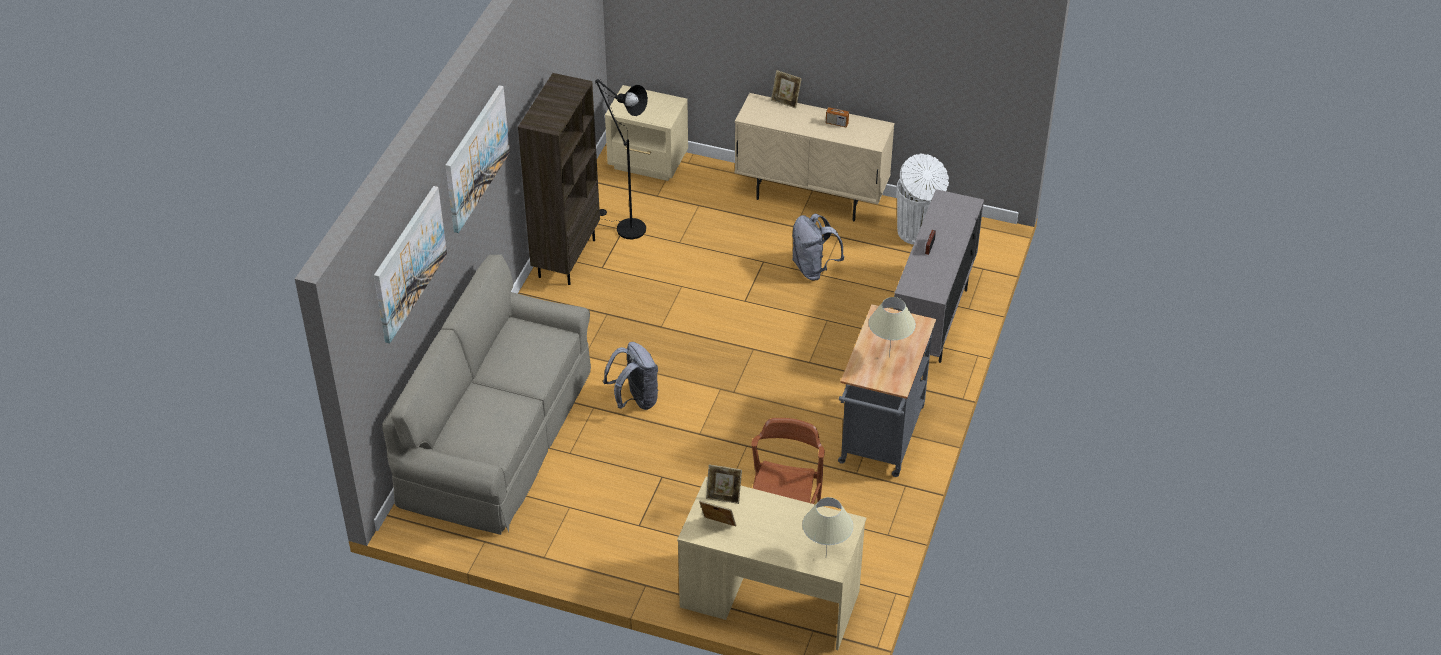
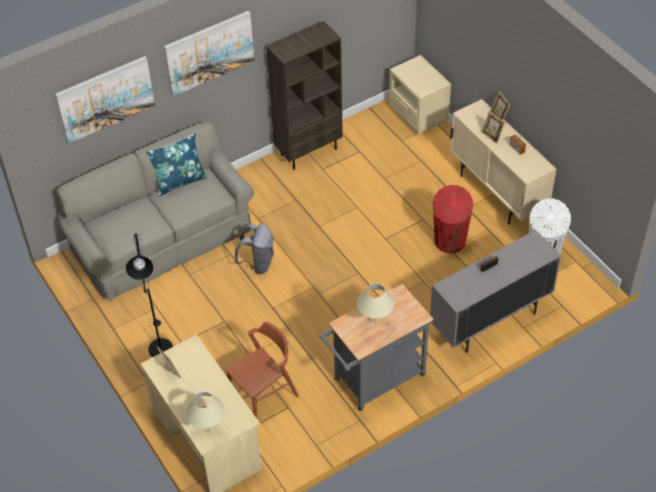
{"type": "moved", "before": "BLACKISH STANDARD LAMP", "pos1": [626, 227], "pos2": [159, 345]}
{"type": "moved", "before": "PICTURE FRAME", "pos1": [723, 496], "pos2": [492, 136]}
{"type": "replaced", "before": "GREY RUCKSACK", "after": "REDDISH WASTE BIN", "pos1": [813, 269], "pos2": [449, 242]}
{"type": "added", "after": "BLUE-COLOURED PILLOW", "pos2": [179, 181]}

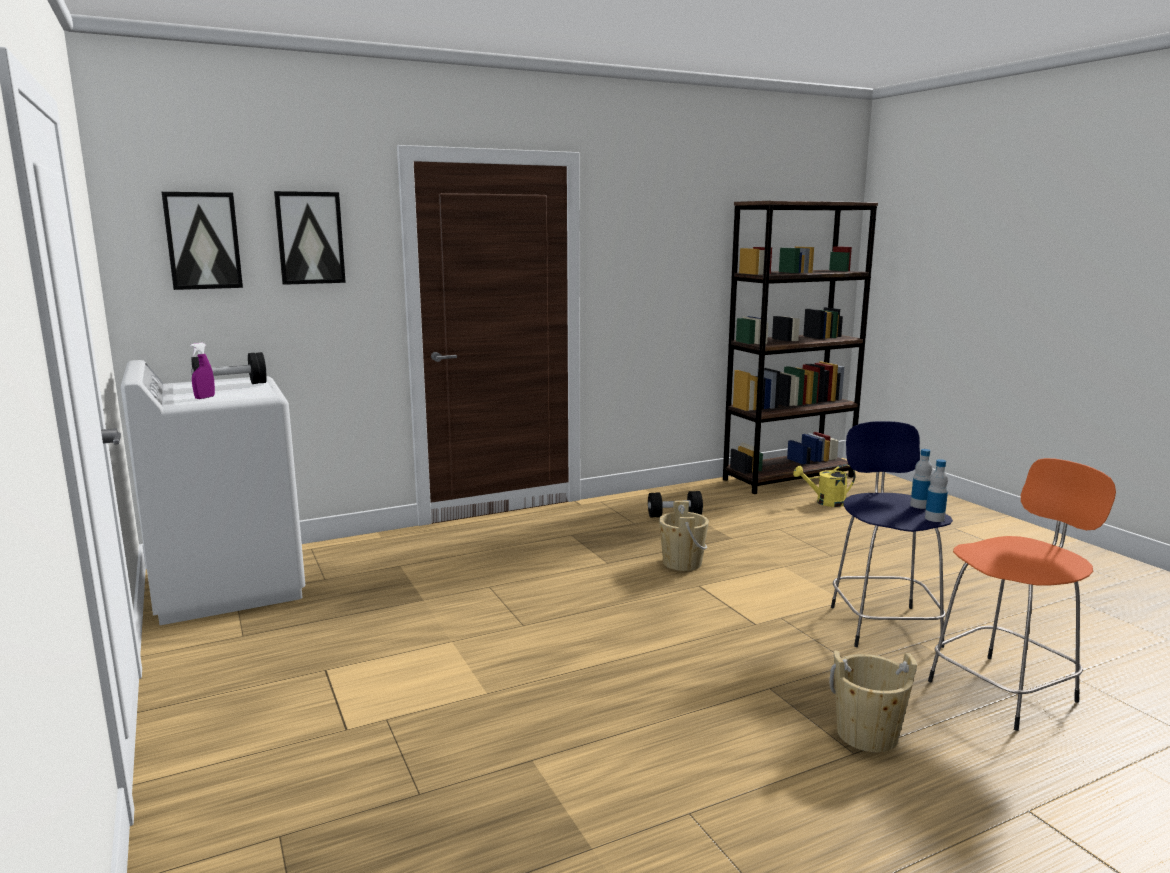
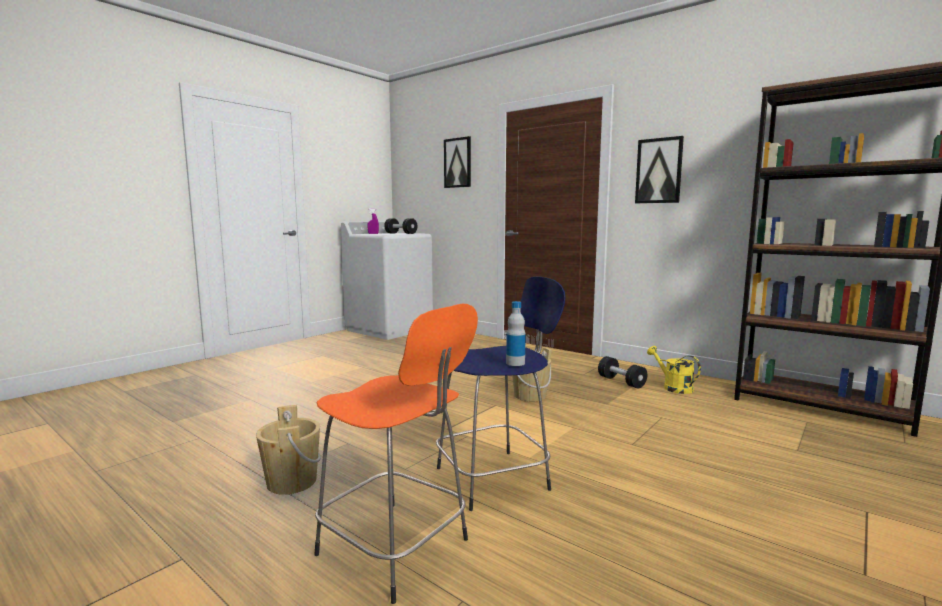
{"type": "moved", "before": "PICTURE", "pos1": [203, 241], "pos2": [659, 171]}
{"type": "moved", "before": "YELLOW SPRINKLING CAN", "pos1": [825, 502], "pos2": [673, 387]}
{"type": "removed", "before": "DRINK BOTTLE", "pos1": [934, 518]}

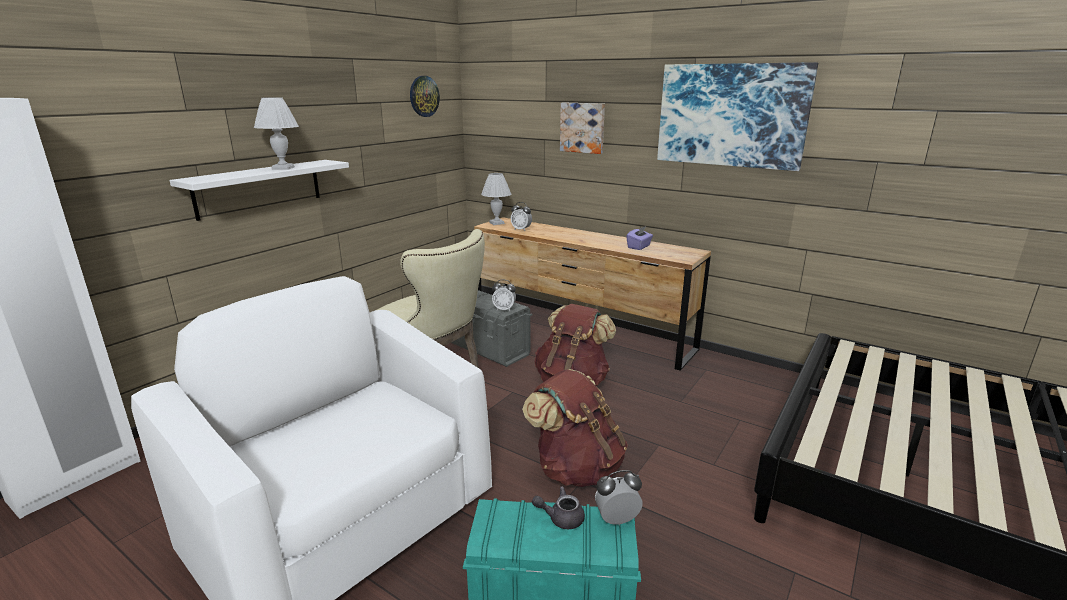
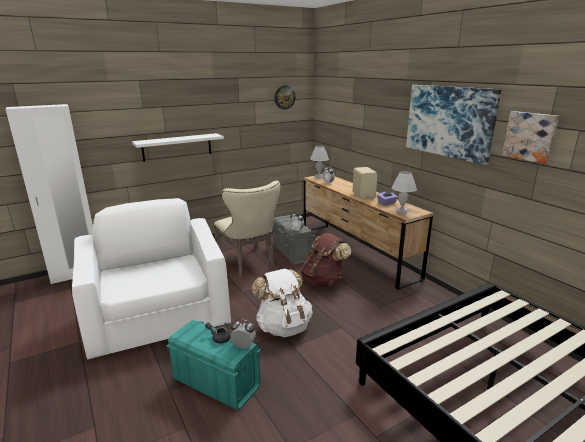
{"type": "moved", "before": "WHITE LAMP FOR A TABLE", "pos1": [284, 168], "pos2": [402, 211]}
{"type": "recoloured", "before": "BROWNISH RUCKSACK", "after": "WHITE RUCKSACK", "pos1": [576, 468], "pos2": [283, 327]}
{"type": "moved", "before": "PICTURE", "pos1": [583, 127], "pos2": [530, 136]}
{"type": "added", "after": "BEIGE-COLOURED SPEAKER", "pos2": [364, 195]}

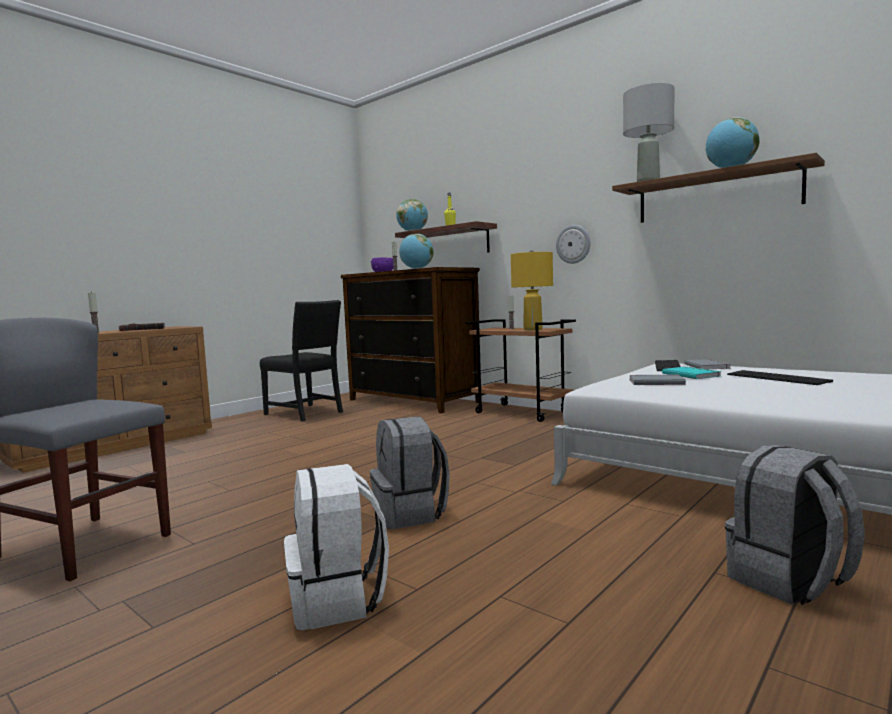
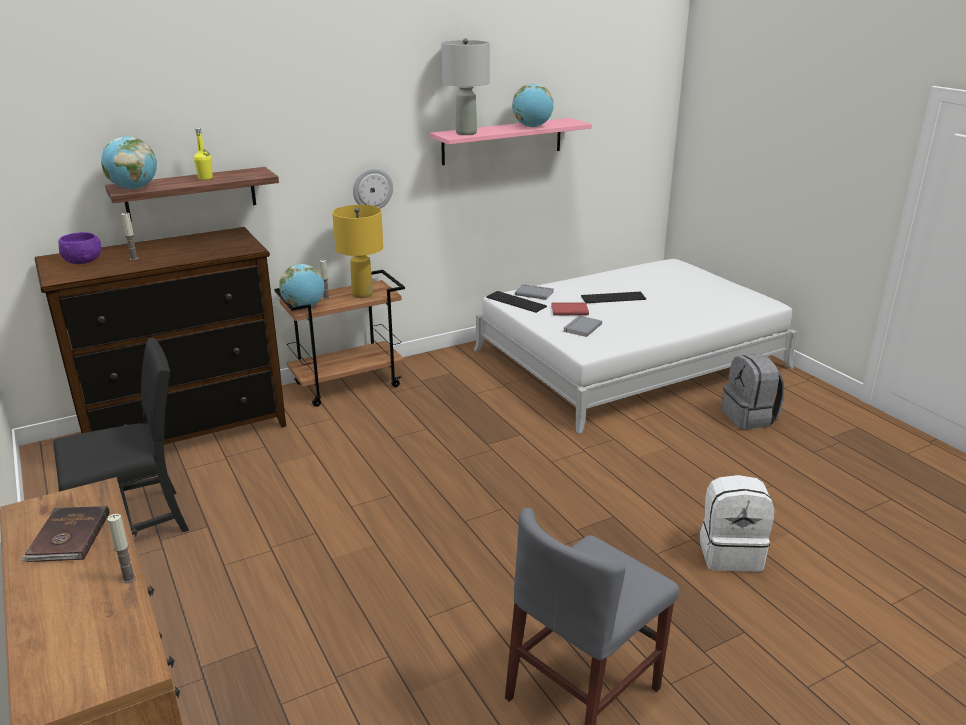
{"type": "removed", "before": "GREY RUCKSACK", "pos1": [410, 514]}
{"type": "moved", "before": "DESK GLOBE", "pos1": [417, 269], "pos2": [304, 307]}
{"type": "recoloured", "before": "BROWNISH BRACKET SHELF", "after": "PINK BRACKET SHELF", "pos1": [716, 195], "pos2": [502, 141]}
{"type": "recoloured", "before": "BLUE-GREEN BOUND BOOK", "after": "REDDISH BOUND BOOK", "pos1": [692, 375], "pos2": [569, 310]}

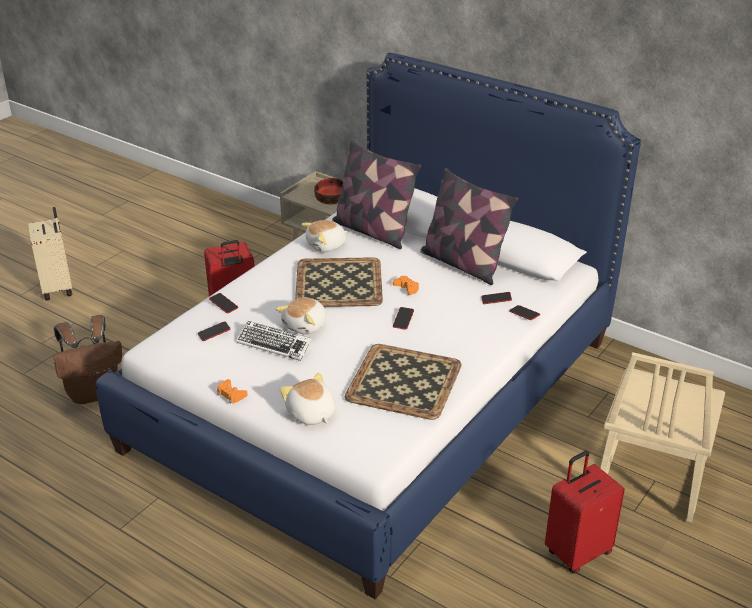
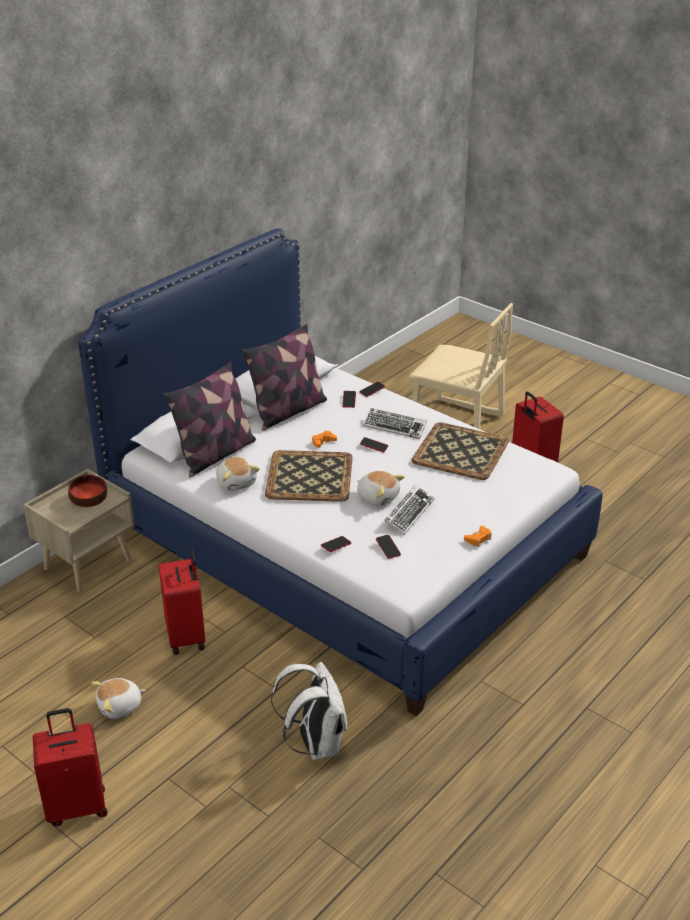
{"type": "recoloured", "before": "BEIGE-COLOURED TRAVEL CASE", "after": "REDDISH TRAVEL CASE", "pos1": [58, 288], "pos2": [77, 806]}
{"type": "recoloured", "before": "BROWNISH RUCKSACK", "after": "WHITE RUCKSACK", "pos1": [94, 392], "pos2": [315, 743]}
{"type": "moved", "before": "SOFT TOY", "pos1": [311, 414], "pos2": [120, 707]}
{"type": "added", "after": "COMPUTER KEYBOARD", "pos2": [395, 427]}

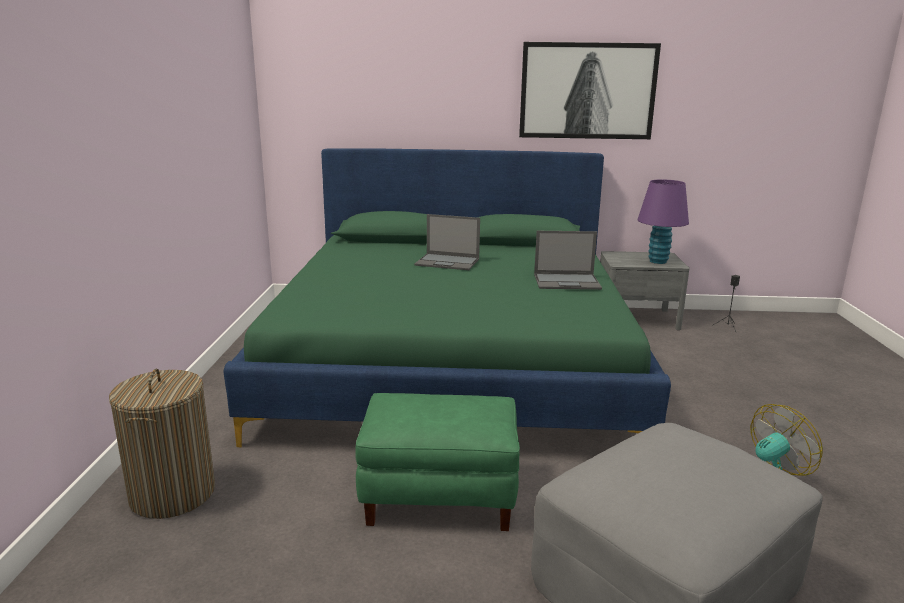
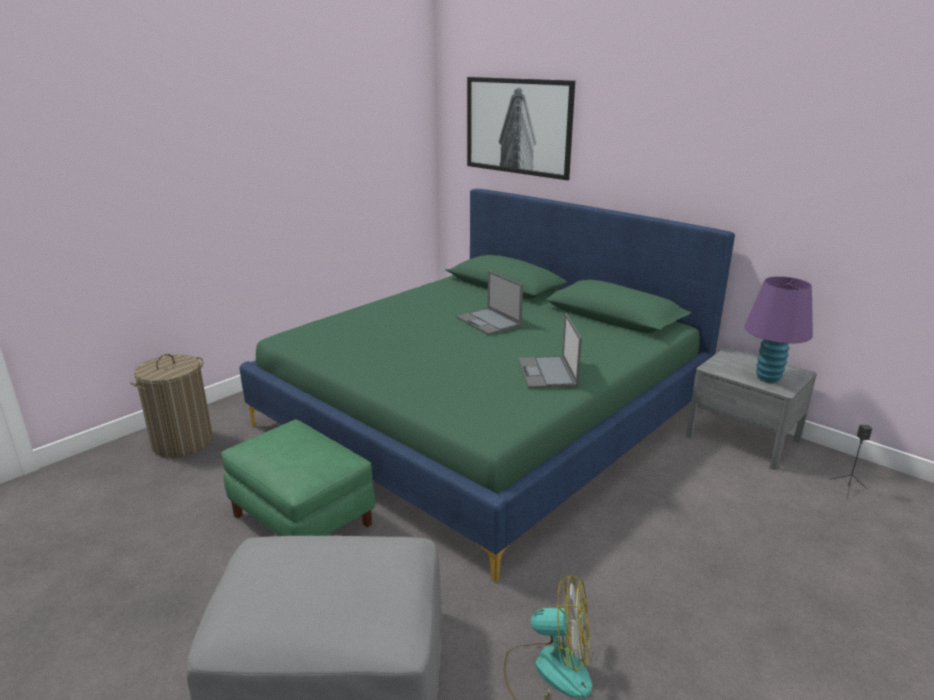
{"type": "moved", "before": "PICTURE", "pos1": [587, 91], "pos2": [517, 126]}
{"type": "turned", "before": "PORTABLE COMPUTER", "pos1": [567, 282], "pos2": [547, 373], "turn": 45}

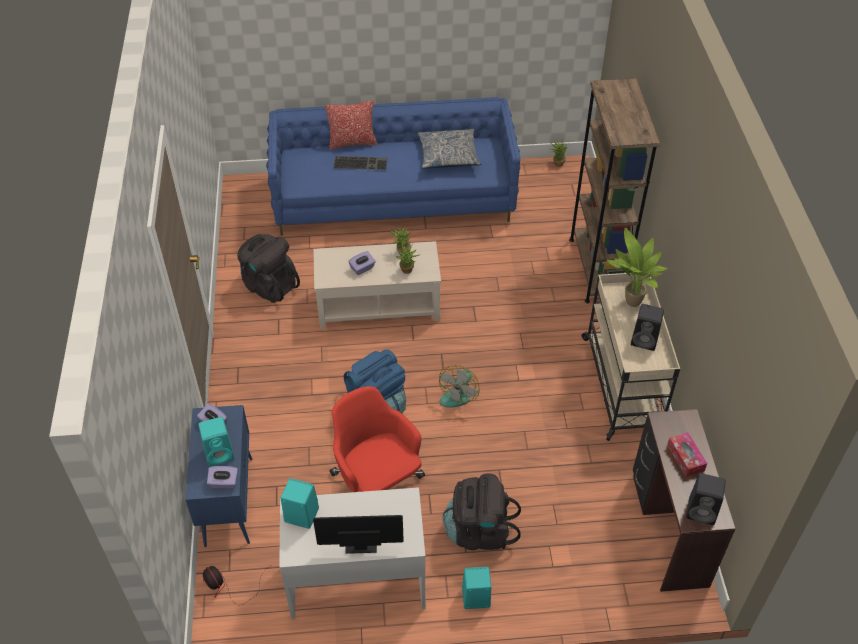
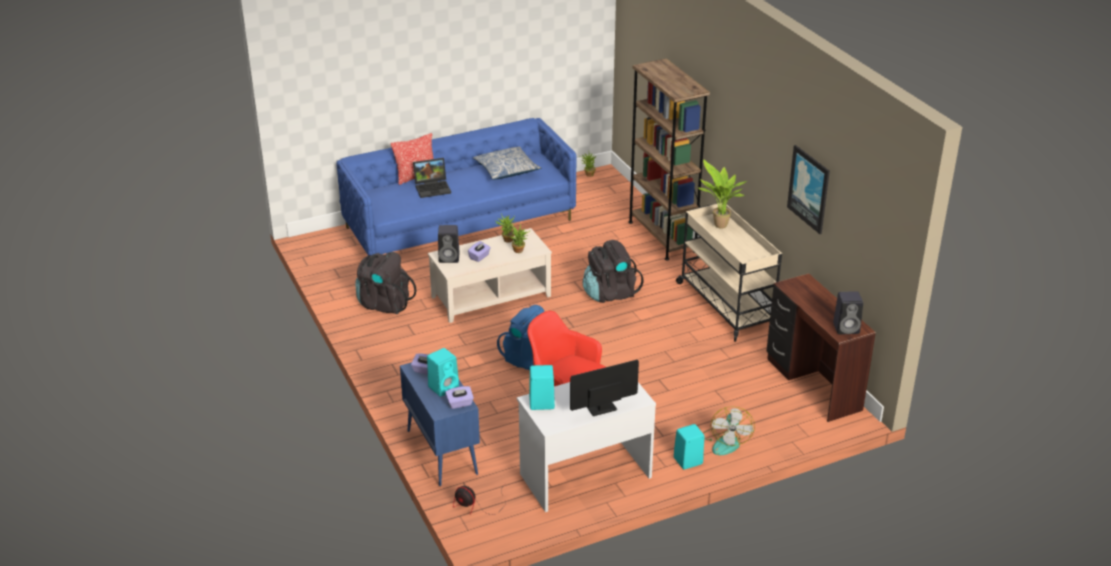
{"type": "replaced", "before": "COMPUTER KEYBOARD", "after": "PORTABLE COMPUTER", "pos1": [361, 162], "pos2": [433, 188]}
{"type": "moved", "before": "ELECTRIC FAN", "pos1": [458, 393], "pos2": [725, 441]}
{"type": "moved", "before": "BLACKISH RUCKSACK", "pos1": [479, 531], "pos2": [610, 293]}
{"type": "moved", "before": "BLACKISH SPEAKER", "pos1": [645, 340], "pos2": [450, 258]}
{"type": "removed", "before": "BOX OF TISSUES", "pos1": [685, 458]}
{"type": "added", "after": "PICTURE", "pos2": [809, 189]}

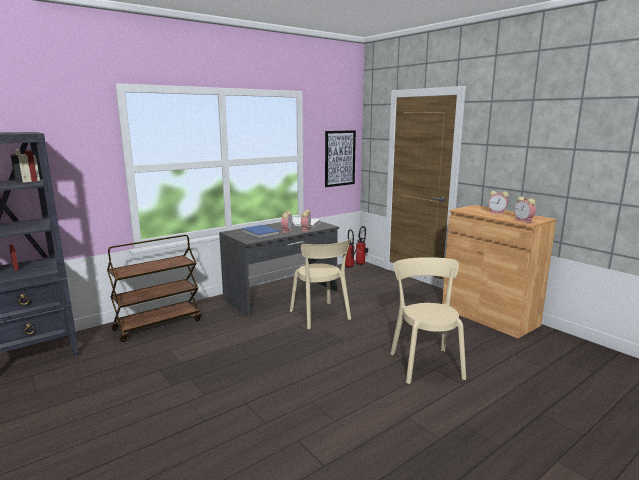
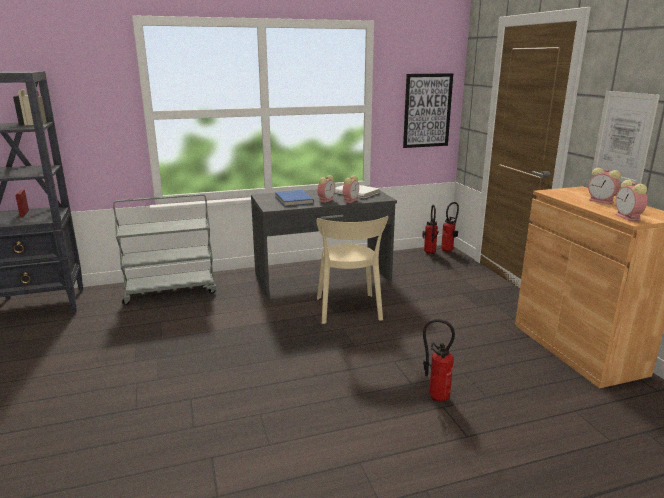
{"type": "recoloured", "before": "BROWNISH WHEELED CART", "after": "GREY WHEELED CART", "pos1": [158, 324], "pos2": [171, 291]}
{"type": "replaced", "before": "BEIGE-COLOURED CHAIR", "after": "FIRE-FIGHTING CYLINDER", "pos1": [425, 363], "pos2": [435, 396]}
{"type": "added", "after": "PICTURE", "pos2": [623, 137]}

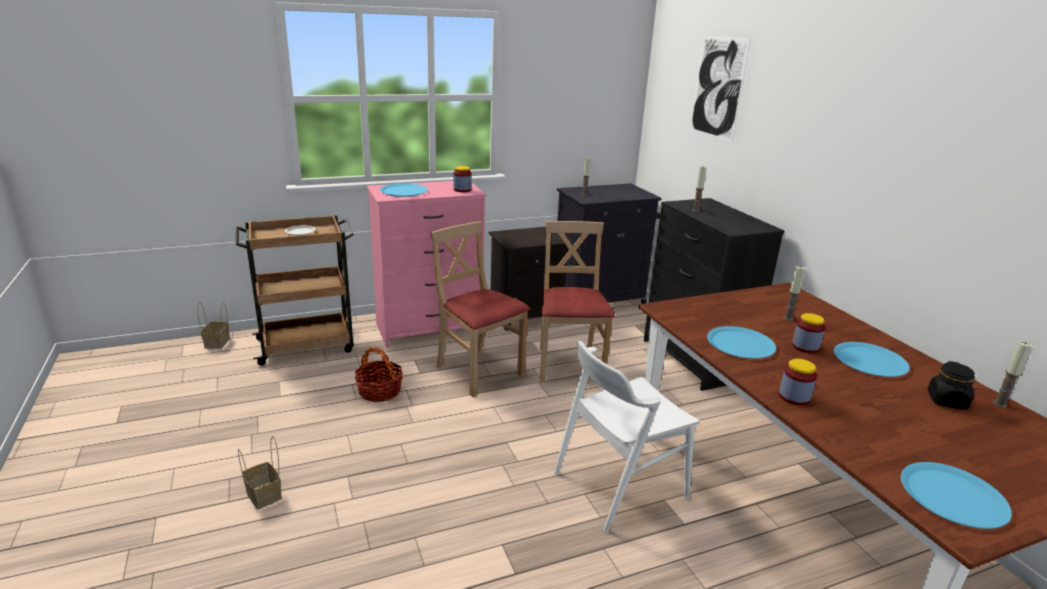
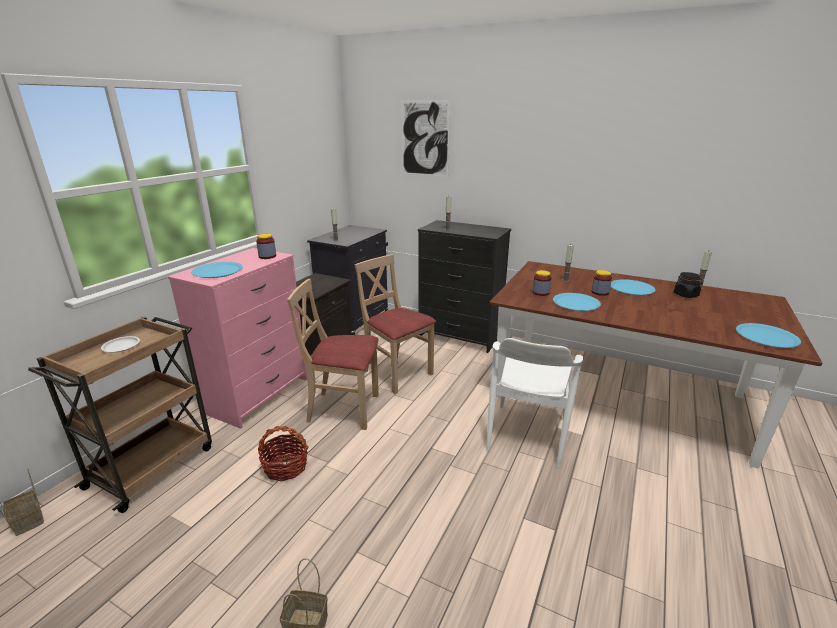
{"type": "moved", "before": "STORAGE JAR", "pos1": [794, 397], "pos2": [540, 292]}

